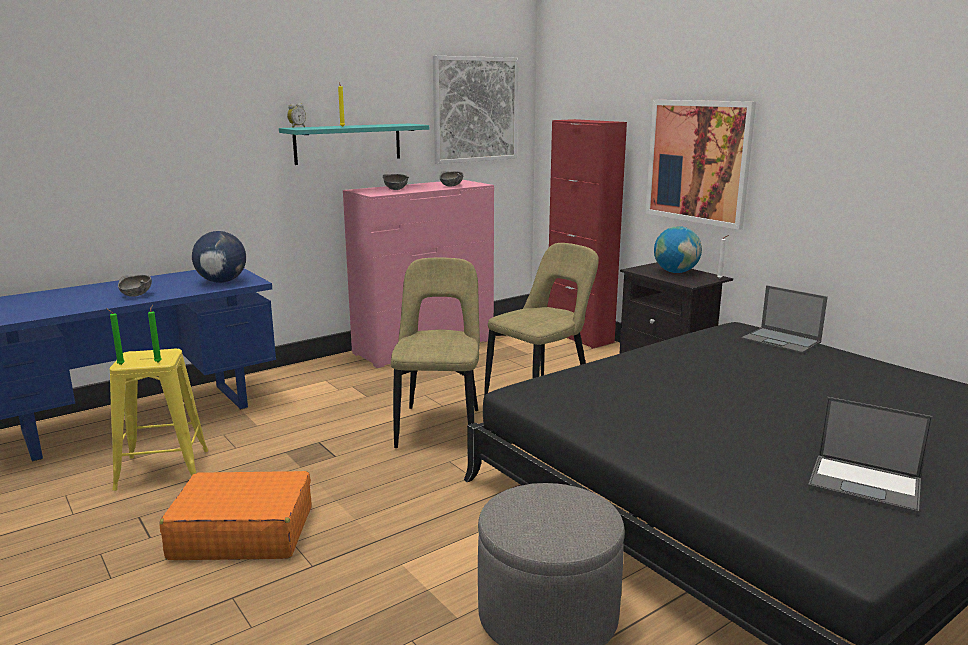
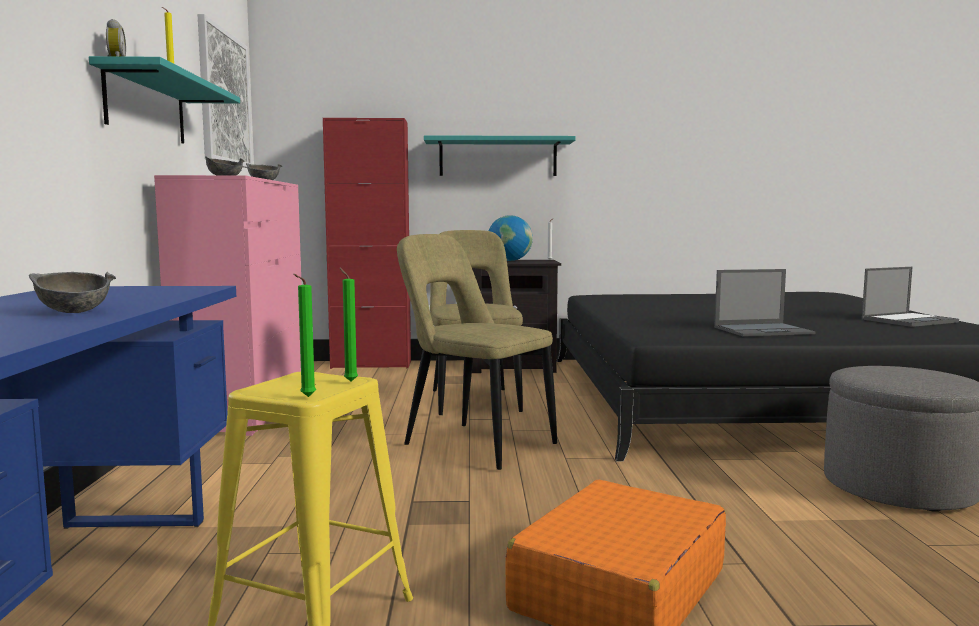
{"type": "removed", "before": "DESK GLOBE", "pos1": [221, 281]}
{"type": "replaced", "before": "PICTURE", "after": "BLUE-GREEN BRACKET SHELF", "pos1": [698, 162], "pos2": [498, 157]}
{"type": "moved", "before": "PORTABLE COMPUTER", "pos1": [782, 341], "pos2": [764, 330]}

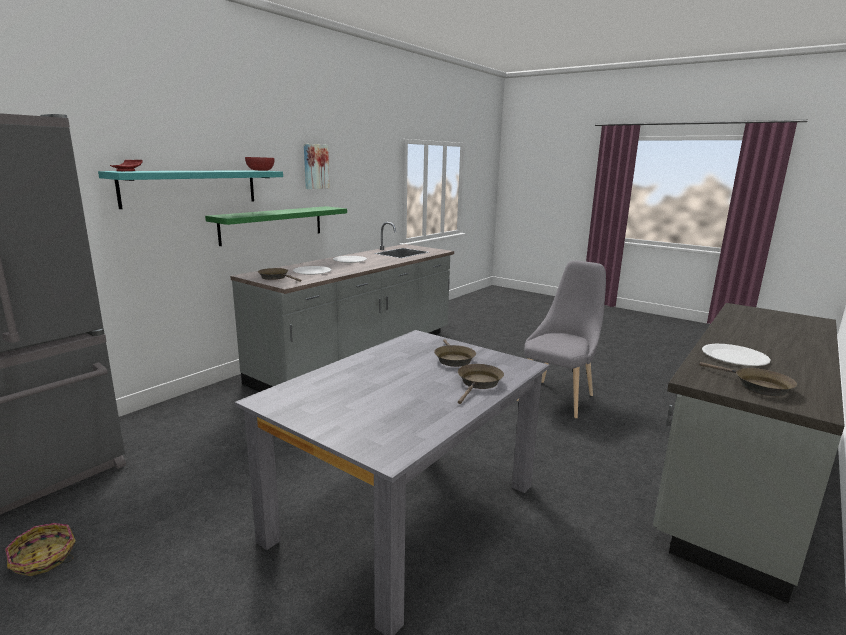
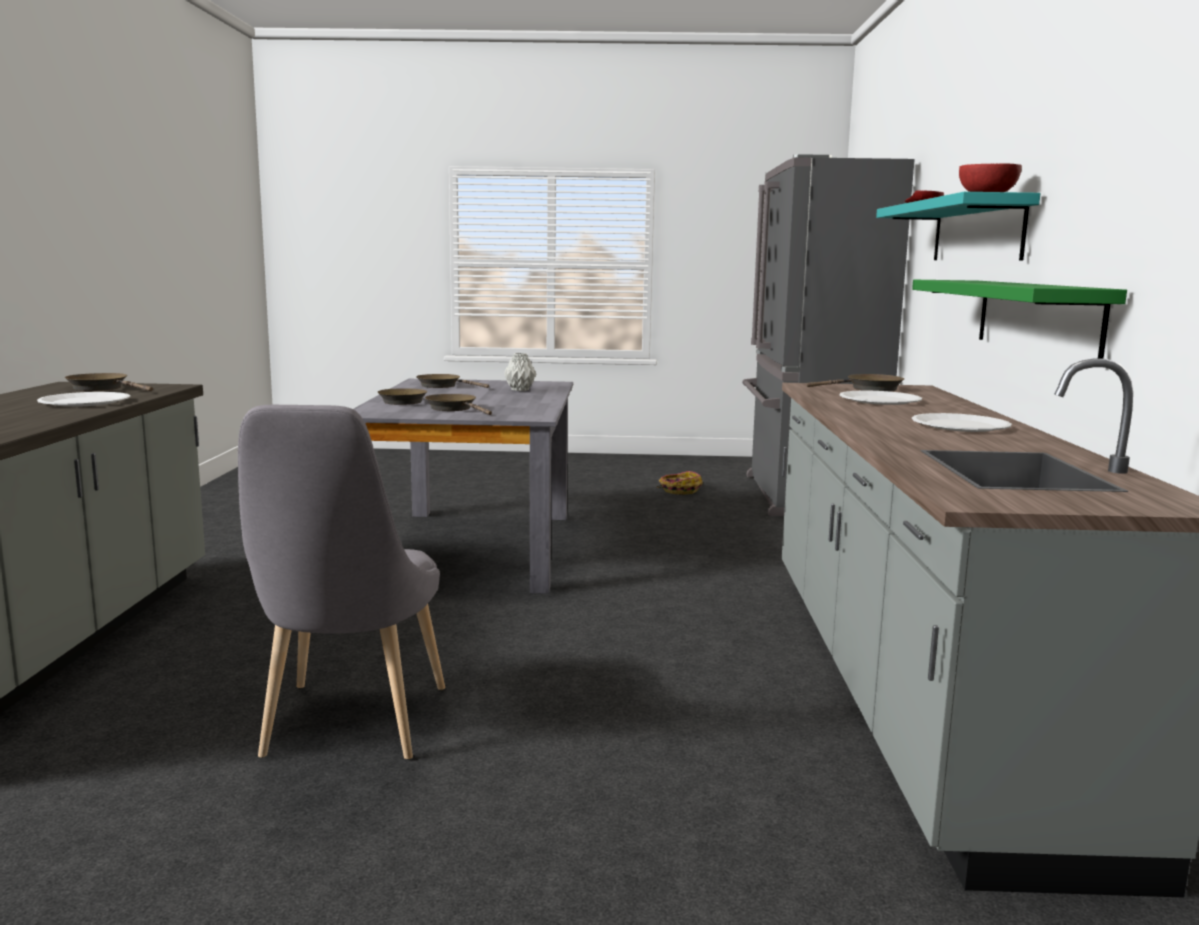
{"type": "removed", "before": "PICTURE", "pos1": [315, 166]}
{"type": "added", "after": "BROWNISH PAN", "pos2": [442, 386]}
{"type": "added", "after": "GREY FLOWER VASE", "pos2": [520, 390]}

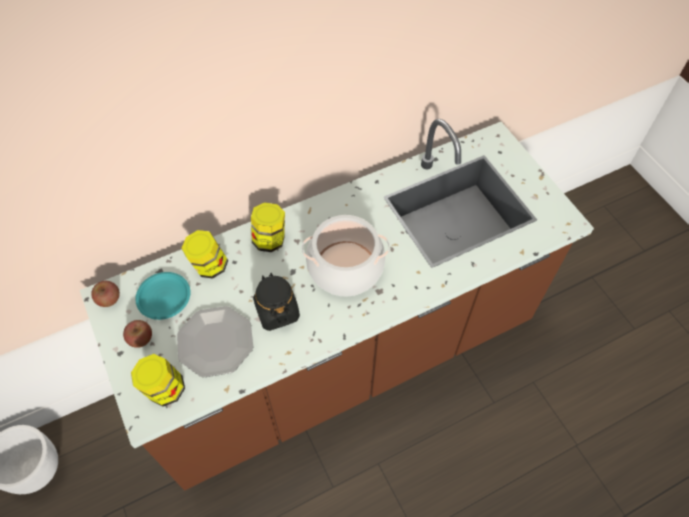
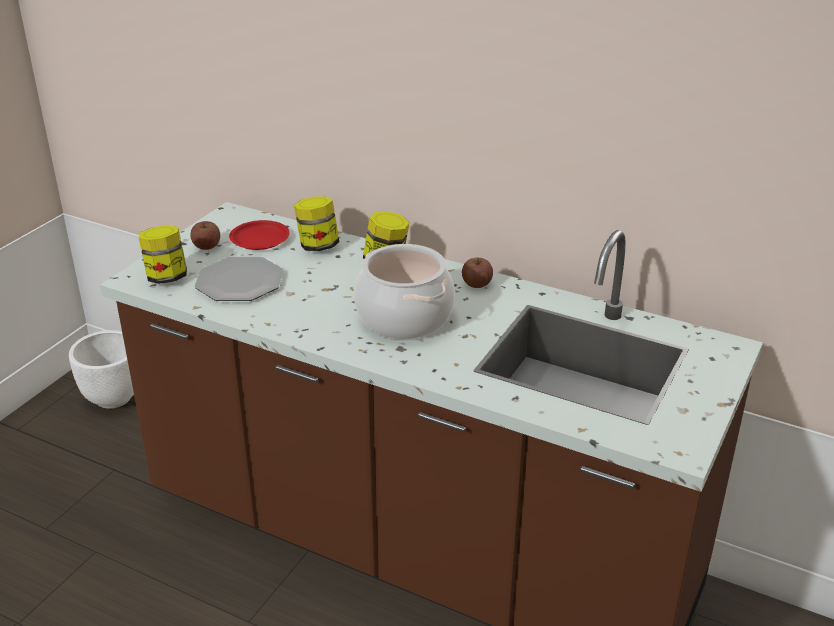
{"type": "moved", "before": "WHOLE APPLE", "pos1": [109, 299], "pos2": [476, 284]}
{"type": "recoloured", "before": "BLUE-GREEN PLATE", "after": "REDDISH PLATE", "pos1": [164, 297], "pos2": [260, 239]}
{"type": "removed", "before": "BLACKISH STORAGE JAR", "pos1": [277, 311]}

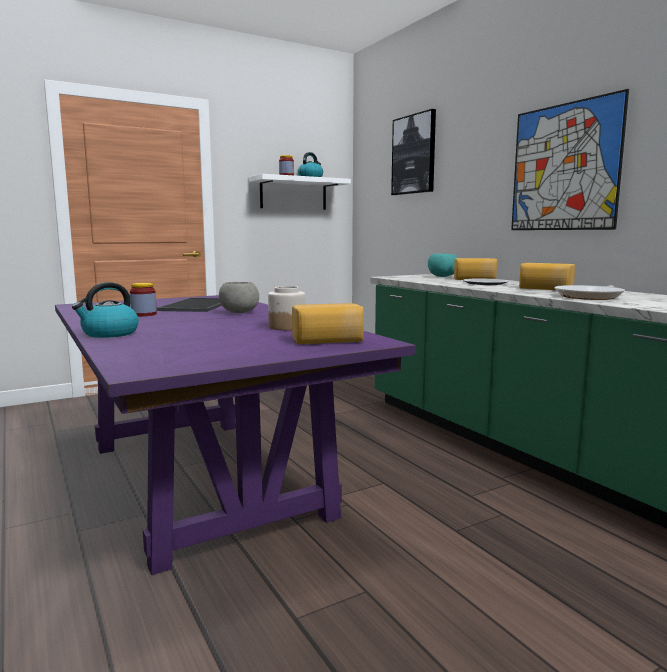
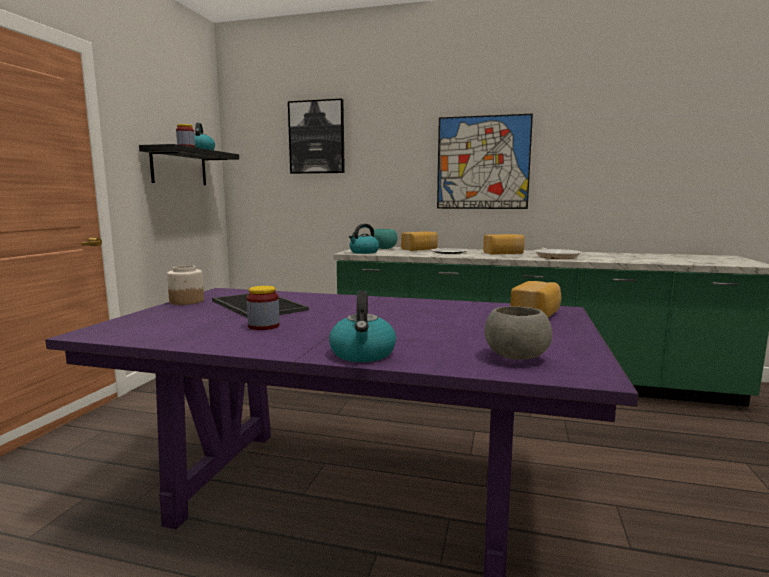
{"type": "moved", "before": "GREY DEEP DISH", "pos1": [239, 312], "pos2": [516, 357]}
{"type": "recoloured", "before": "WHITE BRACKET SHELF", "after": "BLACKISH BRACKET SHELF", "pos1": [293, 194], "pos2": [179, 167]}
{"type": "moved", "before": "STORAGE JAR", "pos1": [286, 327], "pos2": [186, 301]}
{"type": "added", "after": "WATER KETTLE", "pos2": [364, 252]}

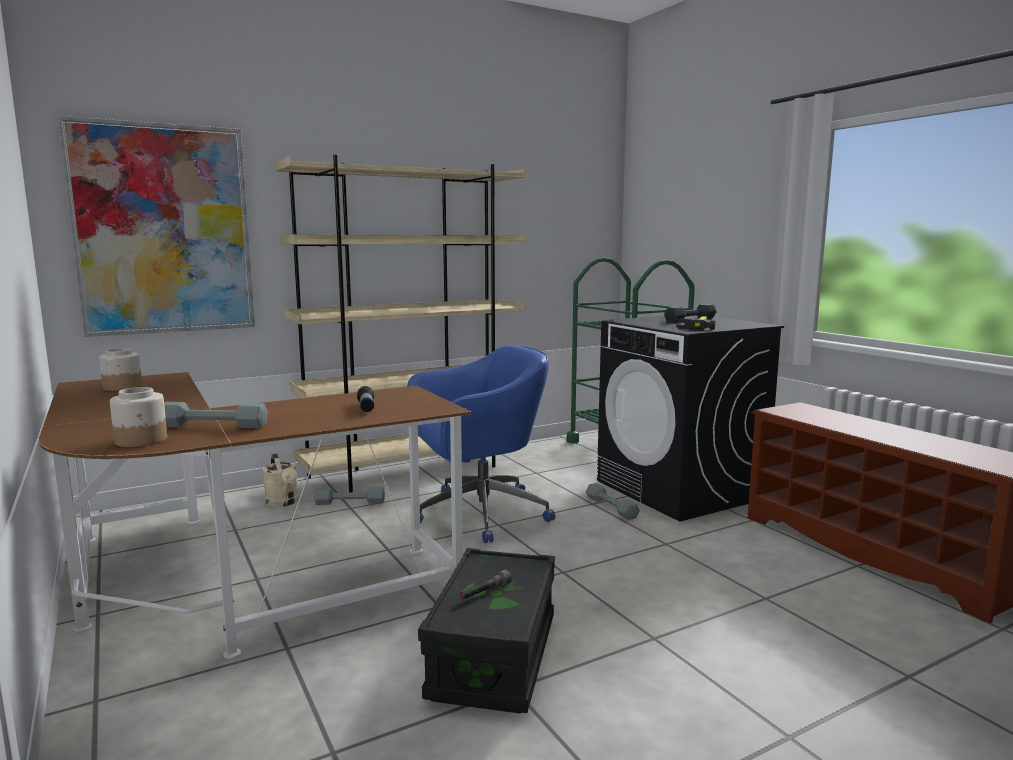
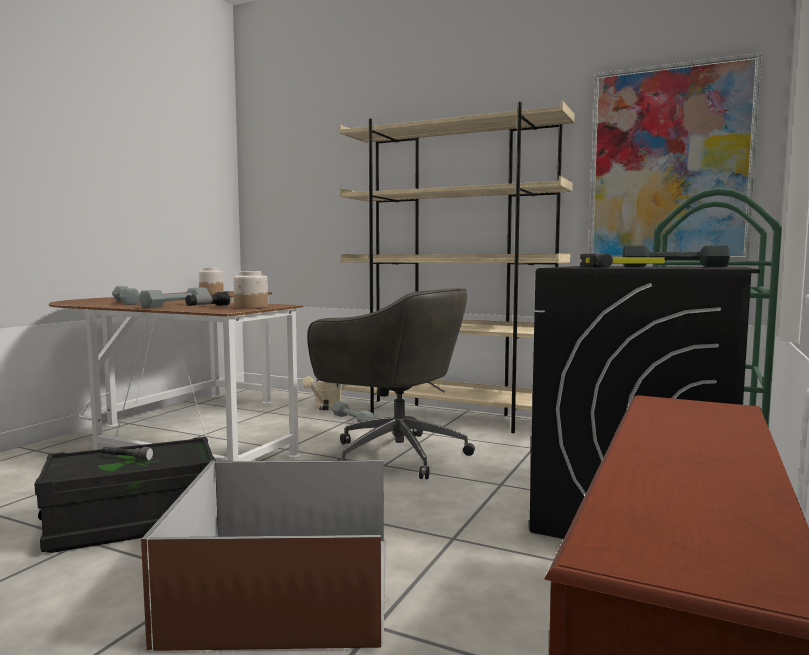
{"type": "moved", "before": "PICTURE", "pos1": [164, 230], "pos2": [669, 164]}
{"type": "moved", "before": "STORAGE JAR", "pos1": [141, 440], "pos2": [251, 307]}
{"type": "recoloured", "before": "BLUE-COLOURED OFFICE CHAIR", "after": "GREY OFFICE CHAIR", "pos1": [478, 514], "pos2": [394, 454]}
{"type": "moved", "before": "GREY FREE WEIGHT", "pos1": [611, 507], "pos2": [175, 305]}
{"type": "added", "after": "BROWNISH STORAGE BOX", "pos2": [285, 589]}

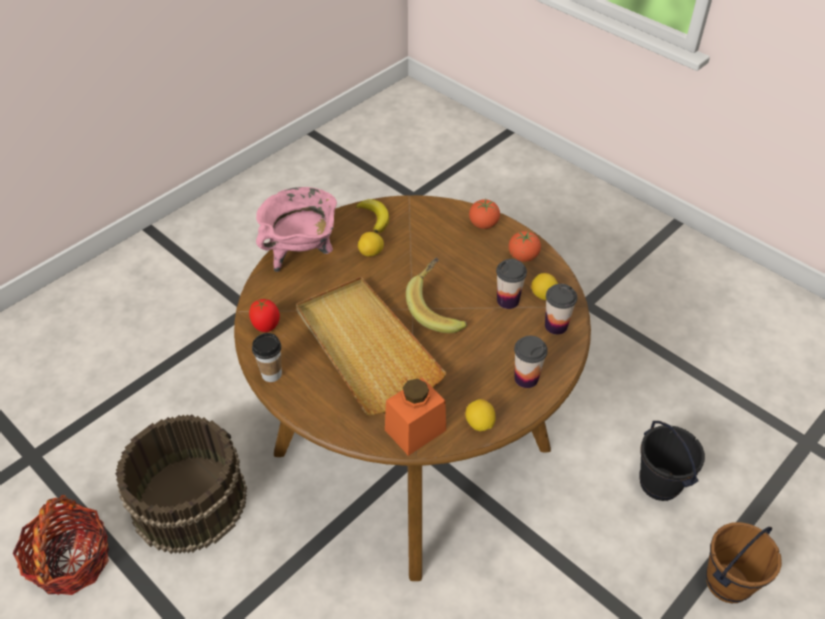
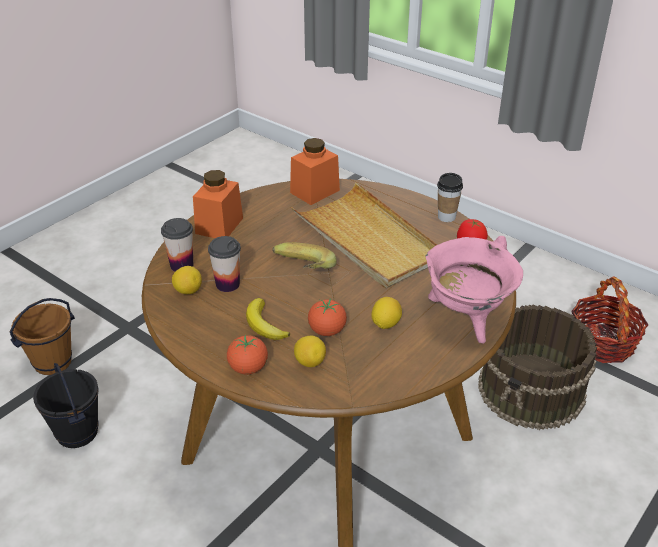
{"type": "moved", "before": "WHOLE BANANA", "pos1": [374, 217], "pos2": [264, 324]}
{"type": "moved", "before": "CITRUS FRUIT", "pos1": [479, 423], "pos2": [310, 362]}
{"type": "moved", "before": "WHOLE TOMATO", "pos1": [523, 256], "pos2": [327, 331]}
{"type": "replaced", "before": "DRINKING CUP", "after": "ORANGEY STORAGE JAR", "pos1": [526, 378], "pos2": [219, 226]}

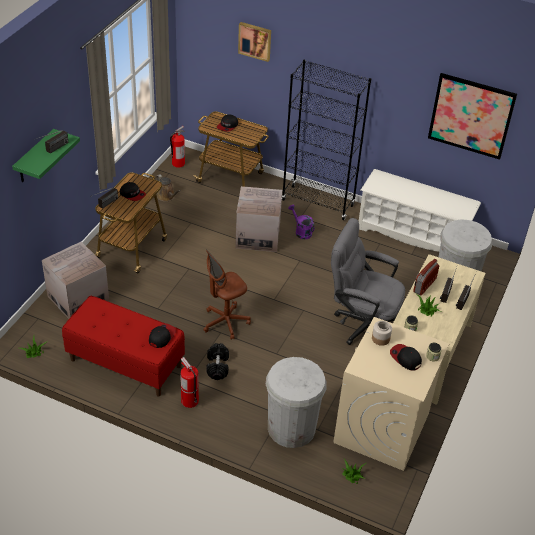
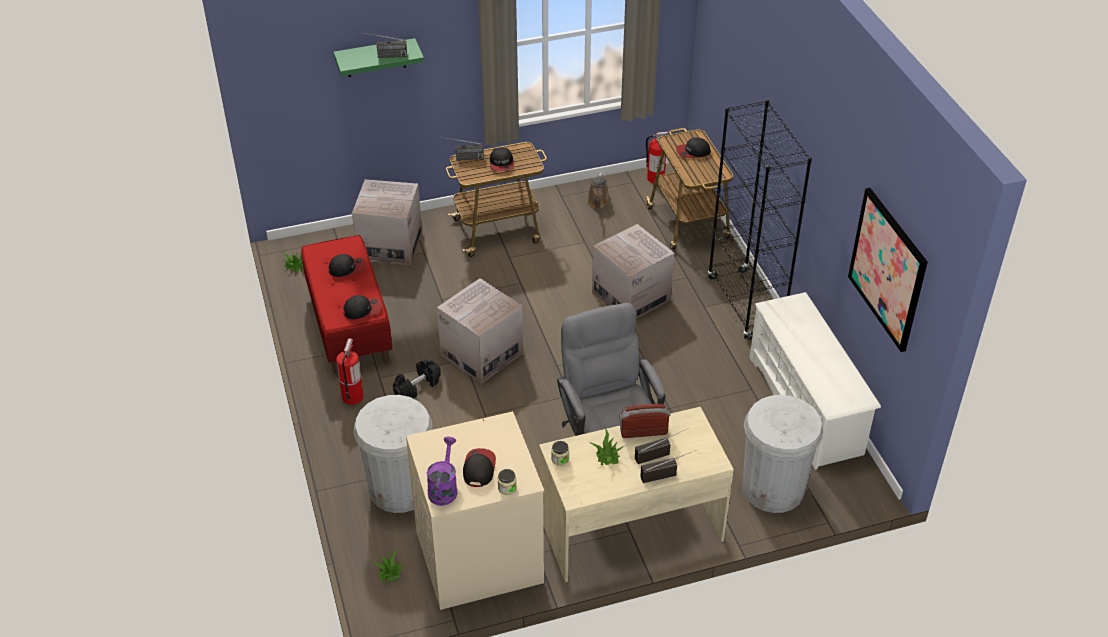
{"type": "replaced", "before": "BROWNISH OFFICE CHAIR", "after": "PACKING BOX", "pos1": [225, 322], "pos2": [481, 353]}
{"type": "removed", "before": "PICTURE", "pos1": [255, 41]}
{"type": "moved", "before": "PURPLISH SPRINKLING CAN", "pos1": [301, 231], "pos2": [443, 488]}
{"type": "removed", "before": "STORAGE JAR", "pos1": [380, 339]}
{"type": "added", "after": "CAP", "pos2": [347, 268]}

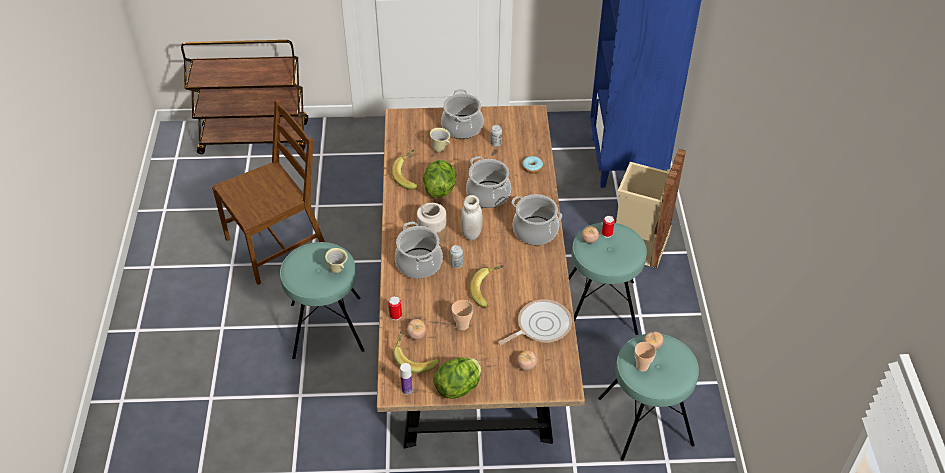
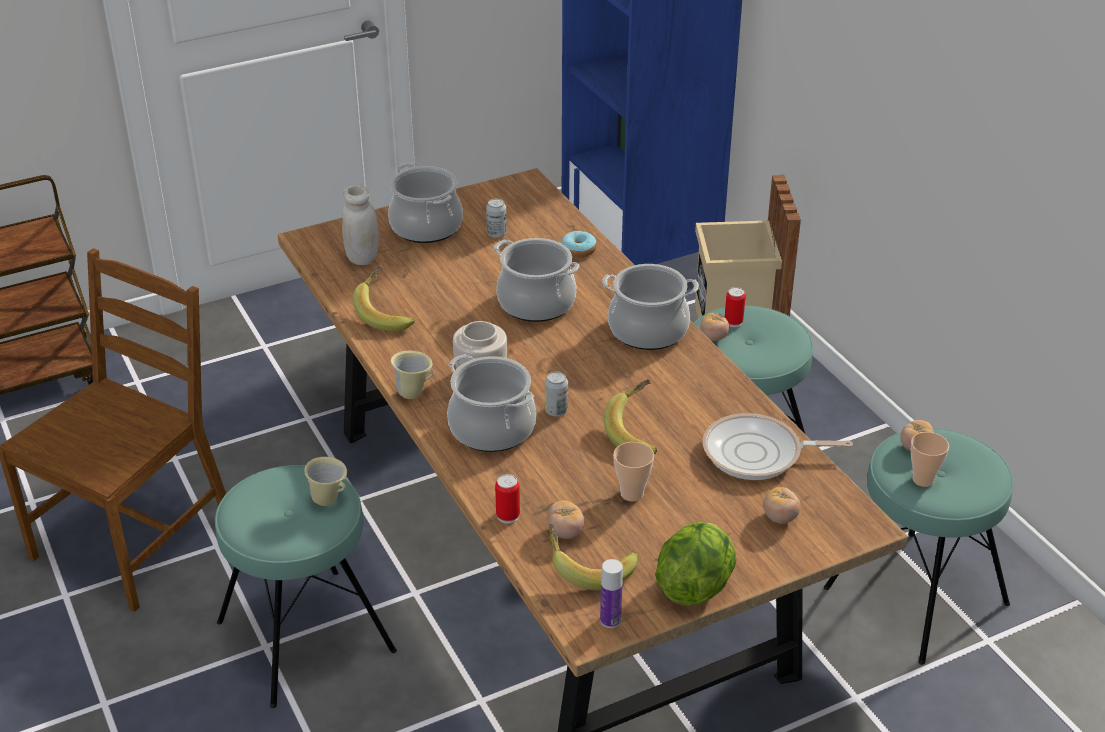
{"type": "removed", "before": "LETTUCE", "pos1": [439, 188]}
{"type": "moved", "before": "BEIGE-COLOURED COFFEE MUG", "pos1": [440, 149], "pos2": [413, 393]}
{"type": "moved", "before": "WHITE STORAGE JAR", "pos1": [471, 234], "pos2": [362, 257]}
{"type": "turned", "before": "PAN", "pos1": [541, 325], "pos2": [758, 454], "turn": -120}

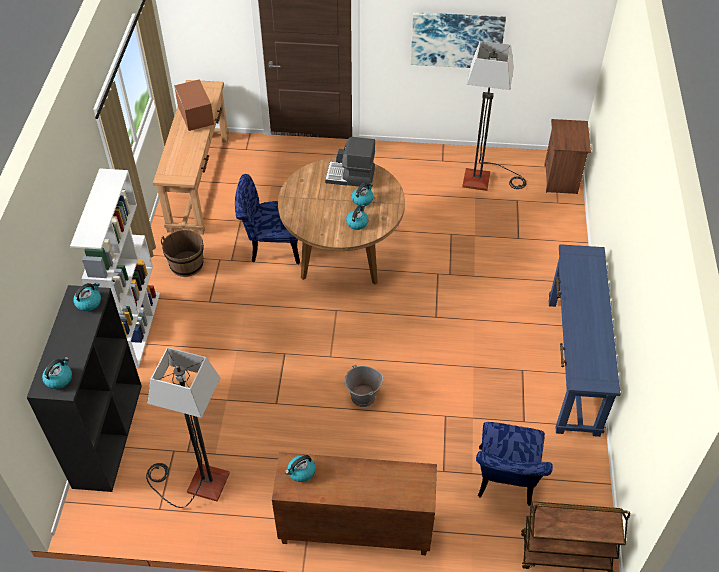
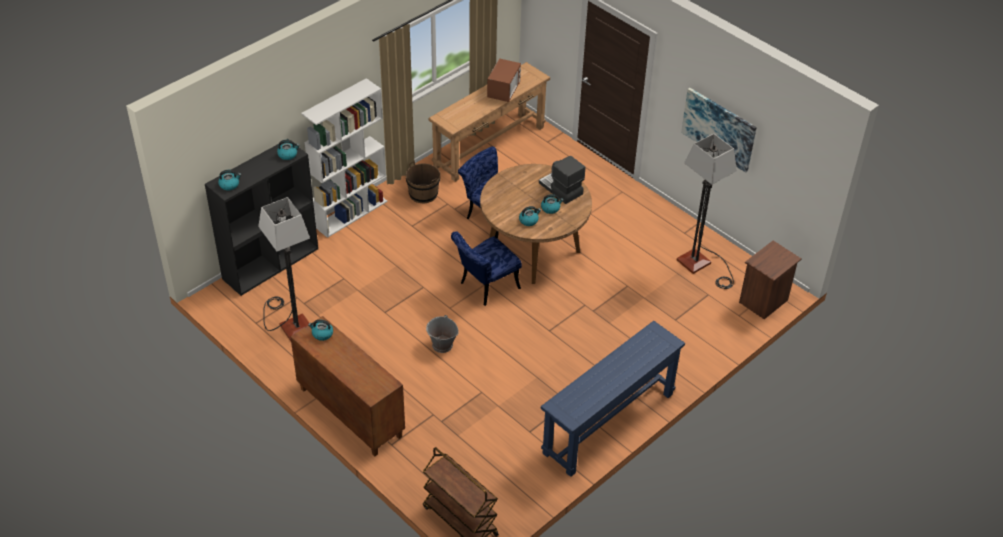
{"type": "moved", "before": "BLUE-COLOURED CHAIR", "pos1": [505, 482], "pos2": [485, 287]}

